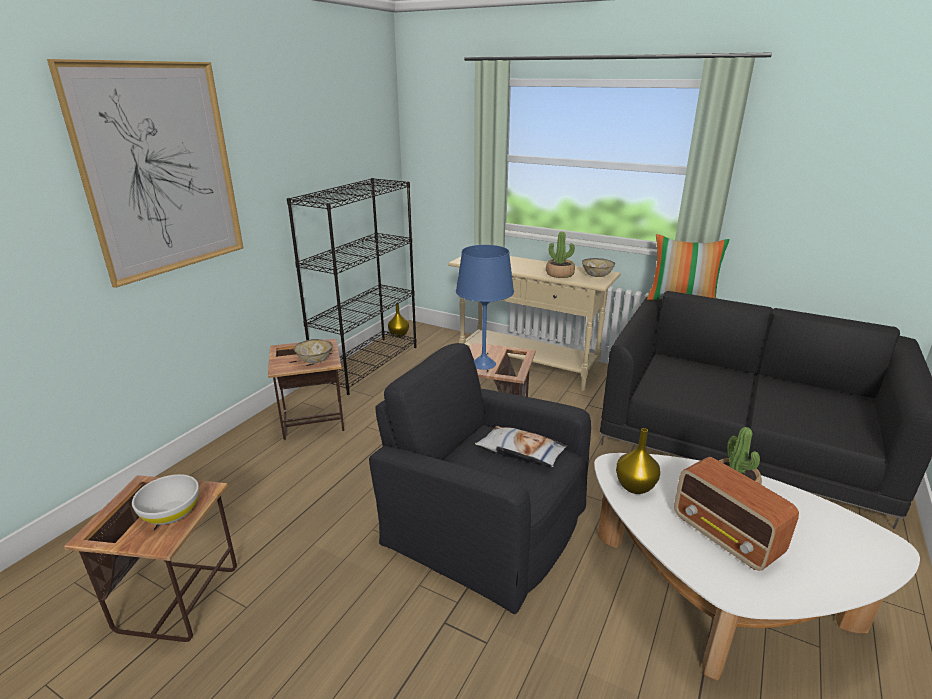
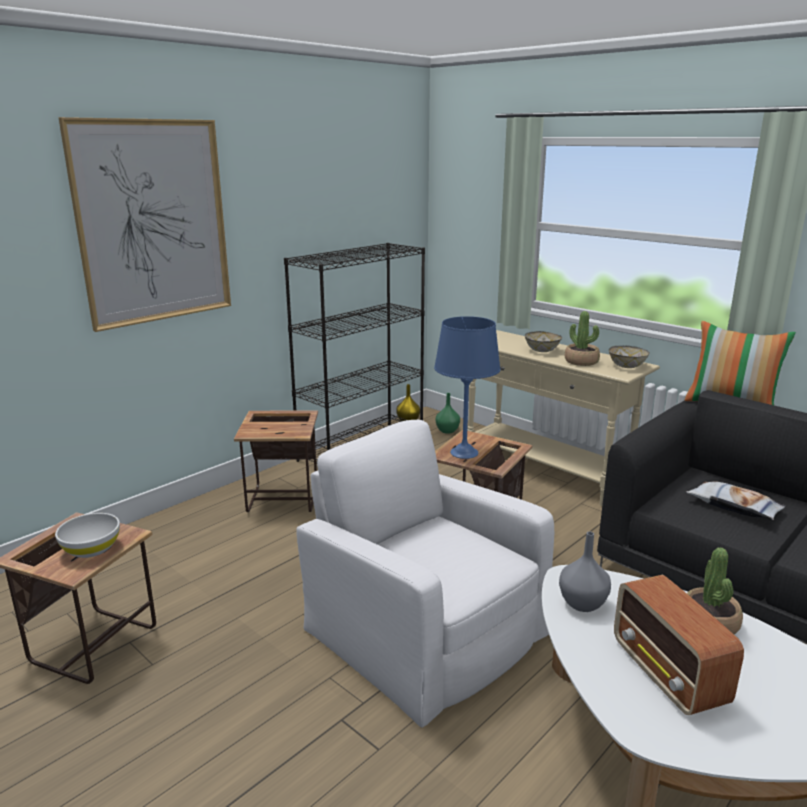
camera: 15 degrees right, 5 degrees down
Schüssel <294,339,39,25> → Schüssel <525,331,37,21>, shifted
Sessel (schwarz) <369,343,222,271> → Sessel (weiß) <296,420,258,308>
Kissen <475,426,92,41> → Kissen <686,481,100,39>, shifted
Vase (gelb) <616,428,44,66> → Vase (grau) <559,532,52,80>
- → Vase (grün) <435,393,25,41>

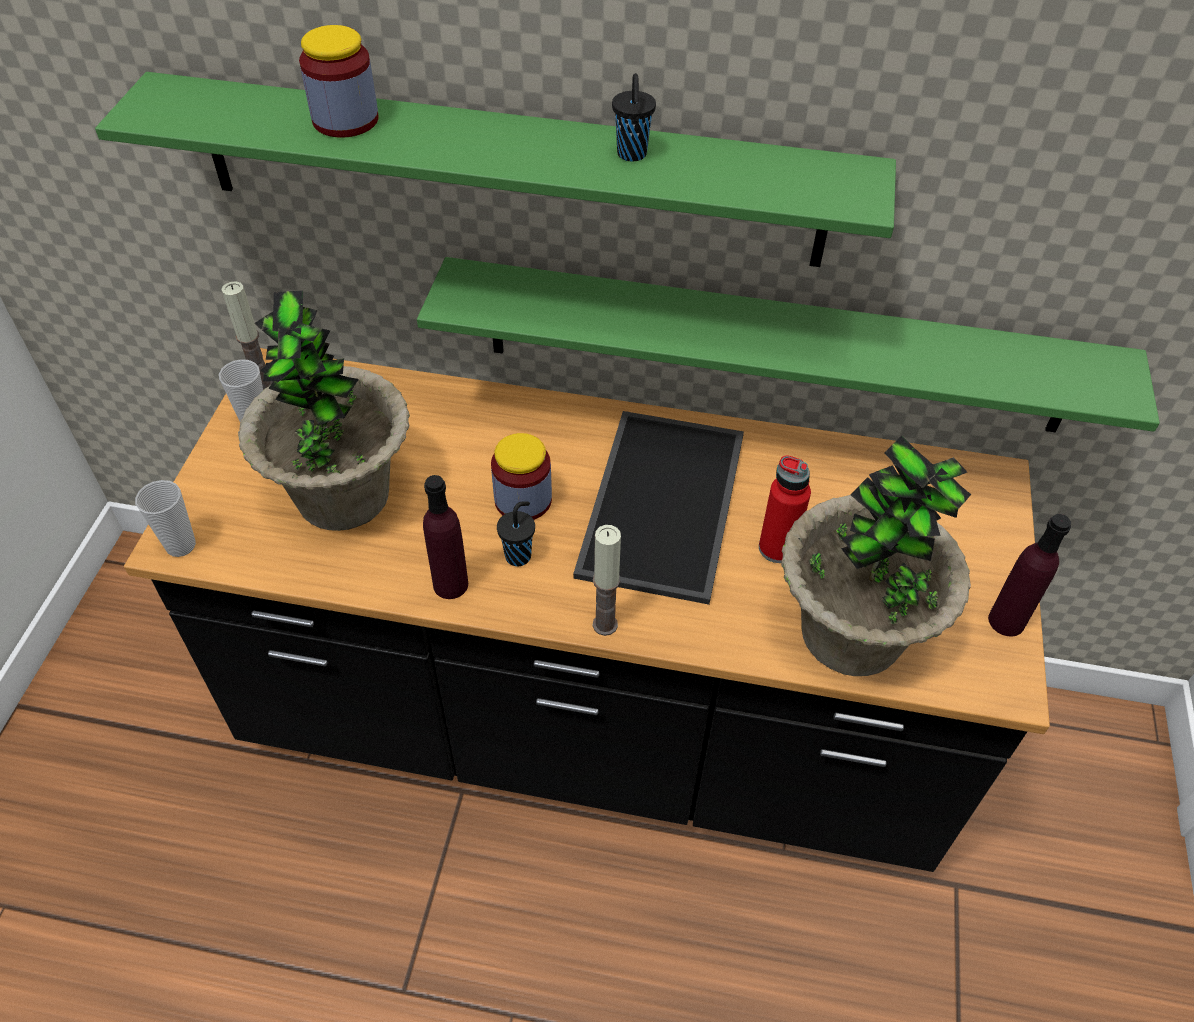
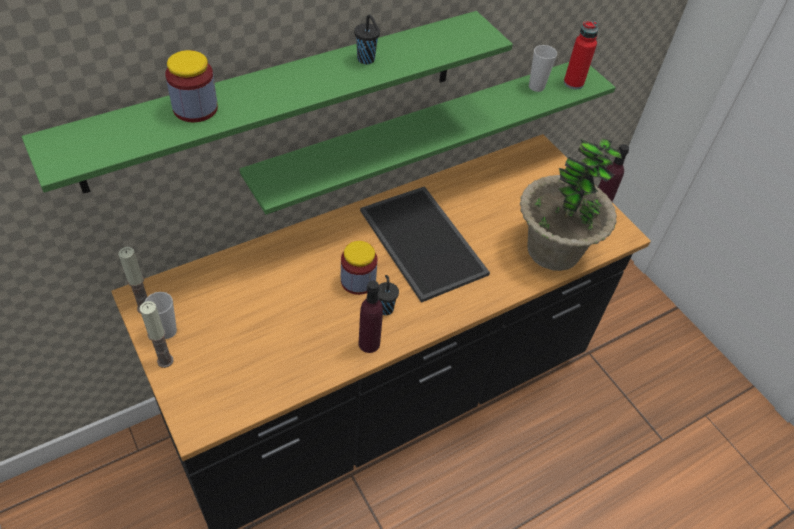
camera: 45 degrees left, 0 degrees up
Tasse <135,480,61,77> → Tasse <529,45,28,47>, shifted
Topfpflanze <238,291,172,240> → -
Kerze <592,525,29,111> → Kerze <139,301,35,67>, shifted
Flasche (rot) <759,456,52,107> → Flasche (rot) <564,21,34,68>, shifted

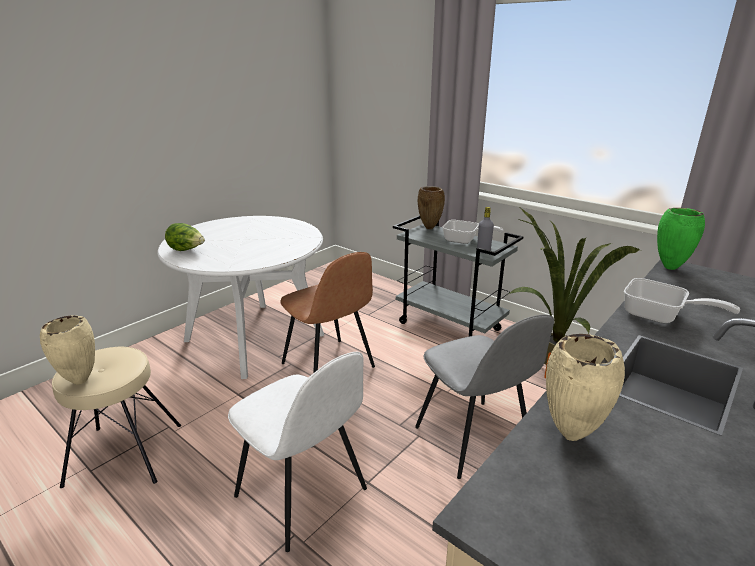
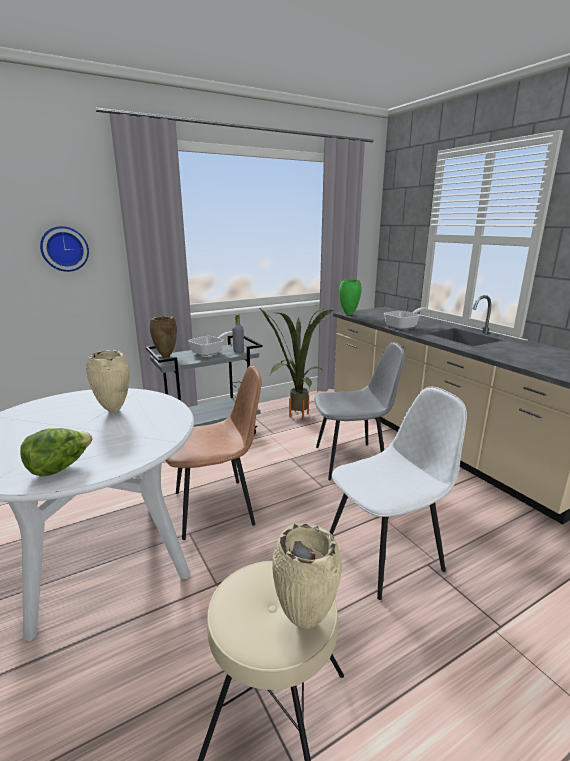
camera: 70 degrees left, 5 degrees down
Vase (beige) <546,334,79,107> → Vase (beige) <86,350,44,63>, shifted
- → Wanduhr <40,226,49,46>

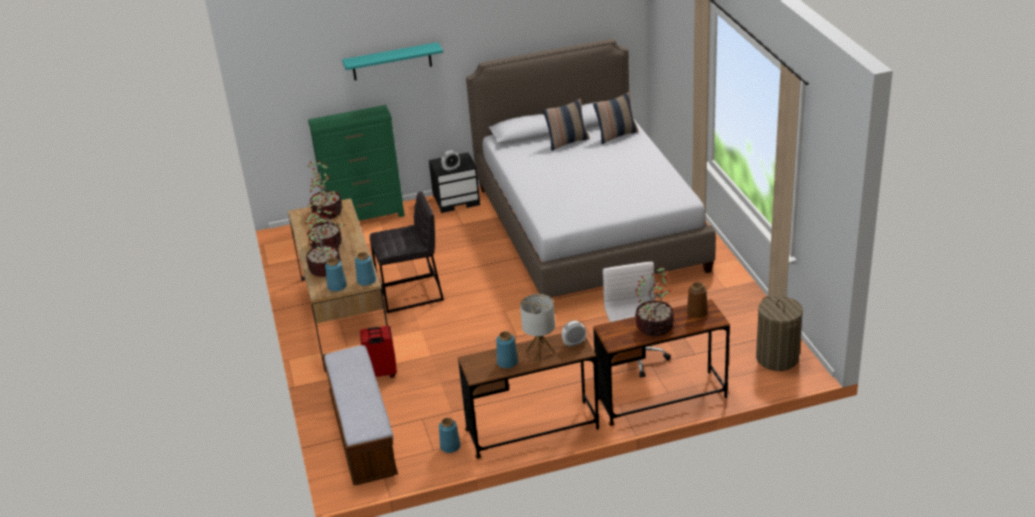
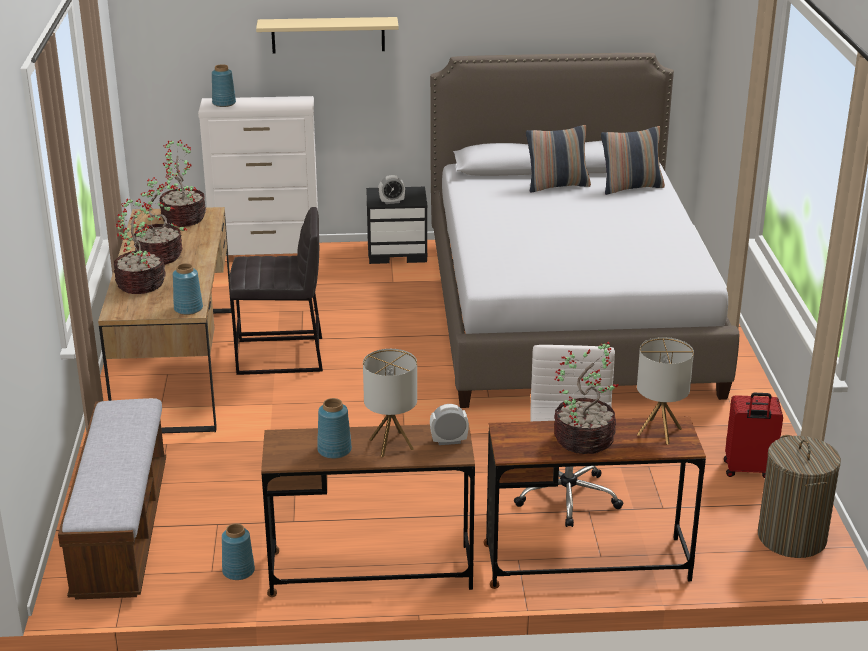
camera: 10 degrees right, 5 degrees down
Kommode (grün) <308,105,97,116> → Kommode (weiß) <198,96,120,159>
Vase (blau) <325,258,22,34> → Vase (blau) <212,64,24,43>, shifted
Wandregal (türkis) <342,42,101,38> → Wandregal (beige) <256,17,143,36>
Koffer (rot) <360,326,37,52> → Koffer (rot) <724,393,59,85>, shifted
Vase (braun) <687,282,21,36> → Tischlampe <637,337,57,108>

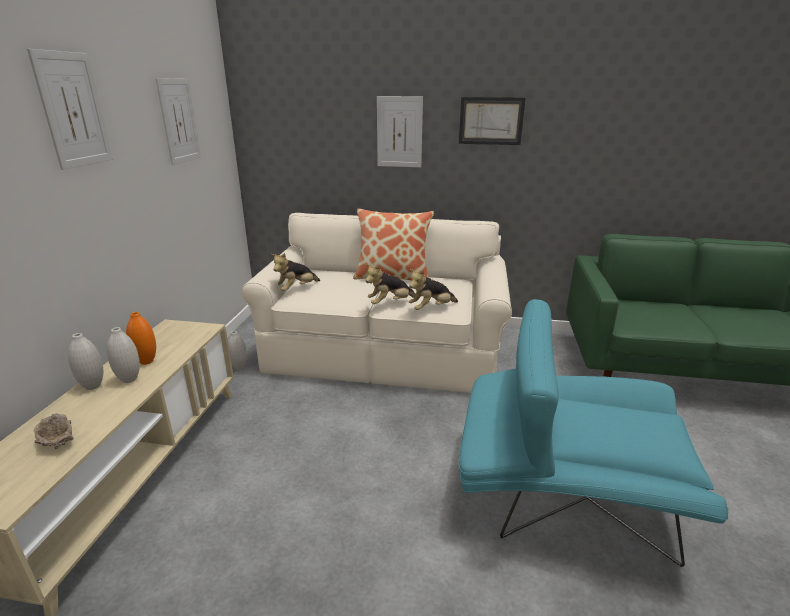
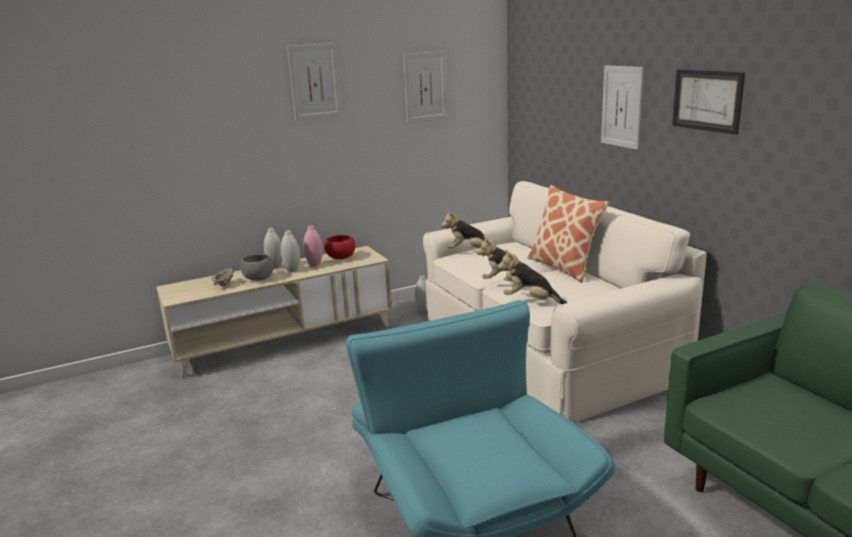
camera: 55 degrees right, 5 degrees down
Vase (orange) <126,312,30,53> → Vase (rosa) <303,226,20,41>
- → Schüssel (grau) <240,254,34,27>
- → Schüssel (rot) <324,235,31,24>

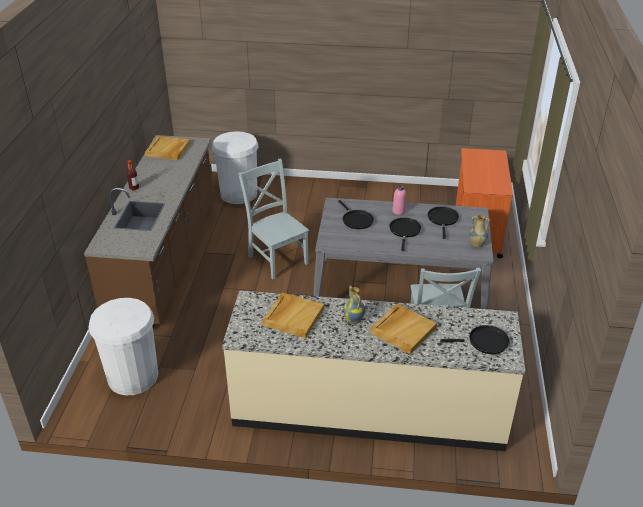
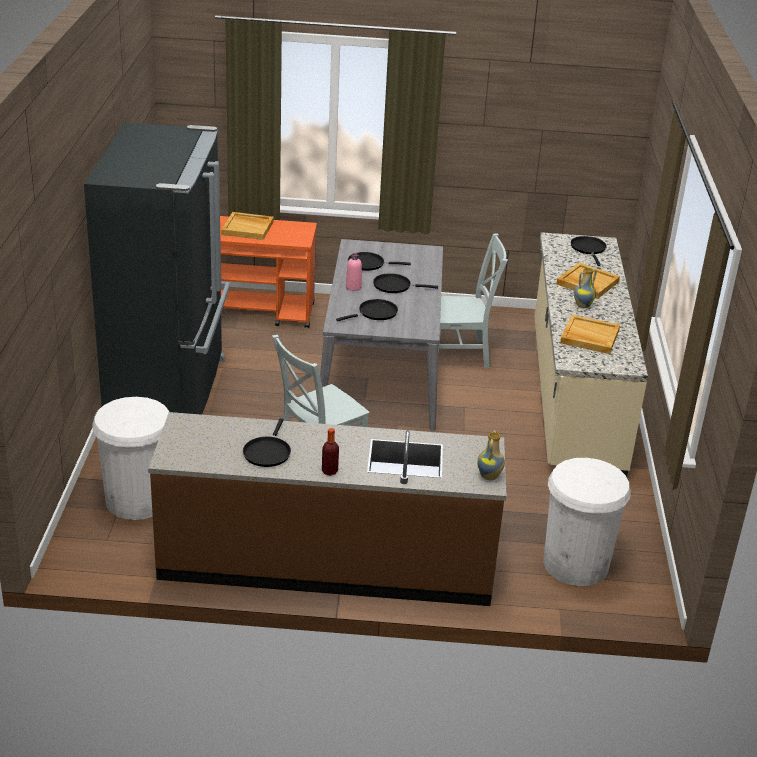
camera: 95 degrees left, 5 degrees down
Tablett (beige) <145,136,45,24> → Tablett (beige) <221,212,53,28>, shifted
Vase <469,215,21,32> → Vase <477,430,28,50>, shifted
- → Kühlschrank (schwarz) <84,122,146,293>
- → Pfanne (schwarz) <243,418,48,49>

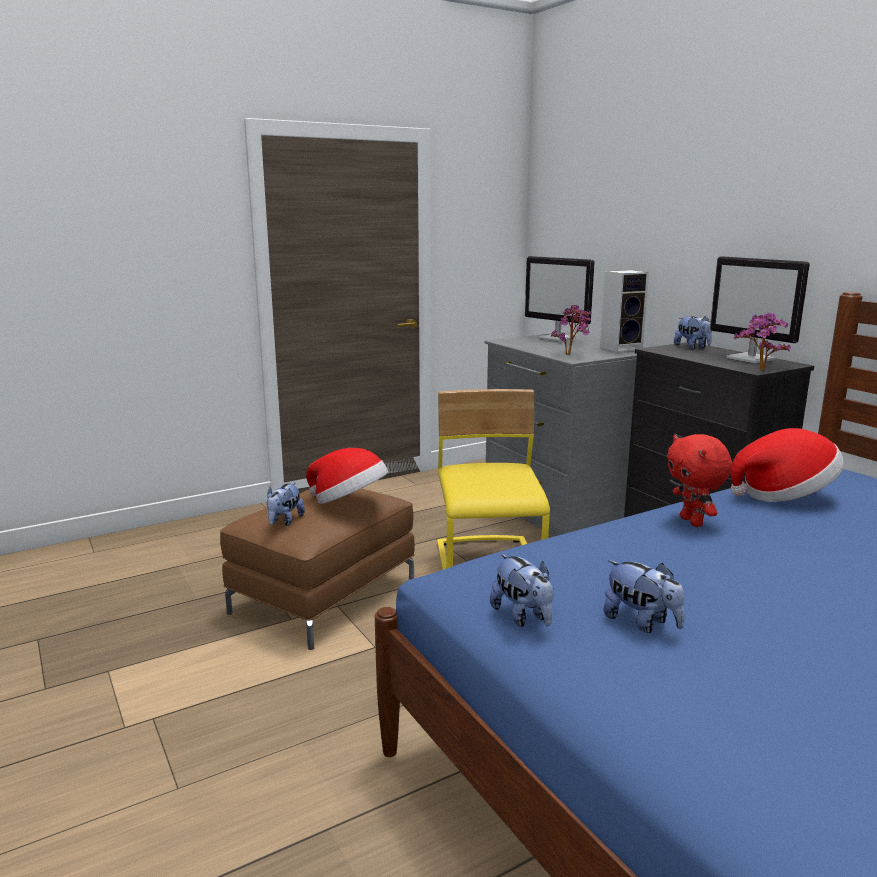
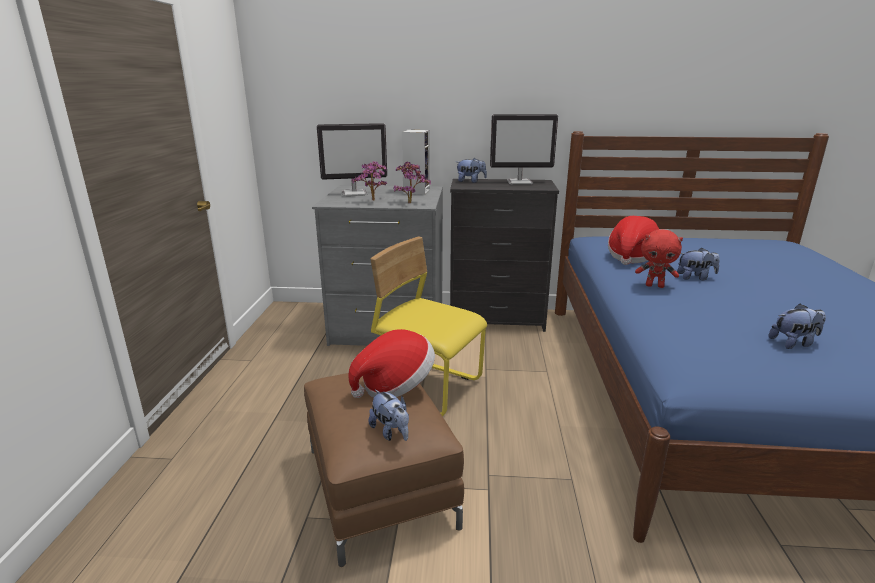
camera: 55 degrees left, 5 degrees up
Plüschtier <490,554,63,73> → Plüschtier <677,248,43,32>, shifted
Topfpflanze <734,313,57,57> → Topfpflanze <352,161,35,40>, shifted

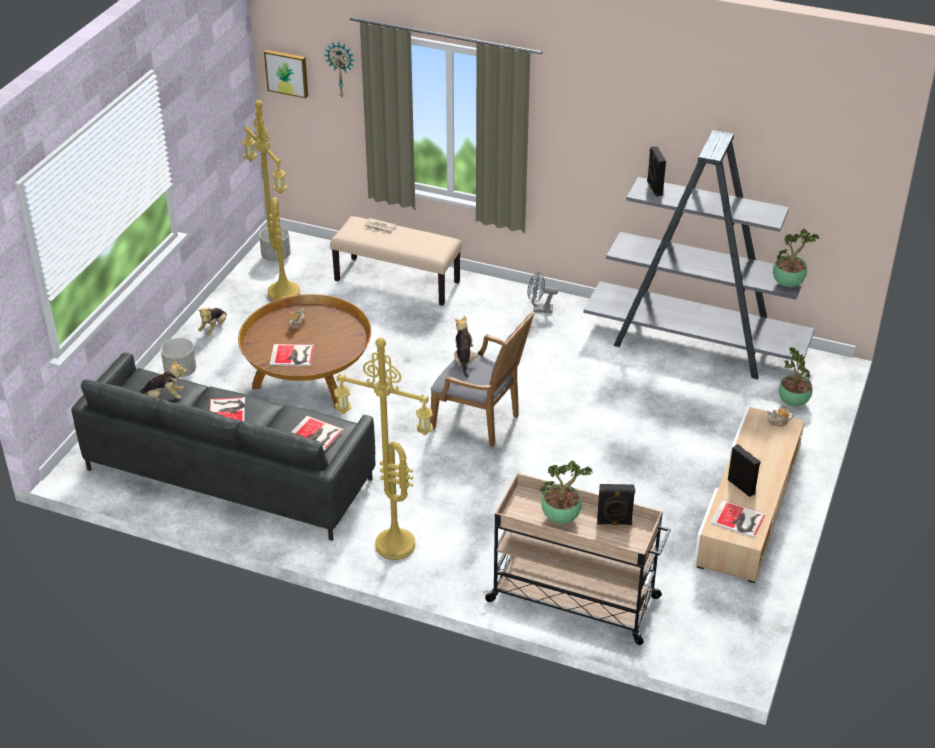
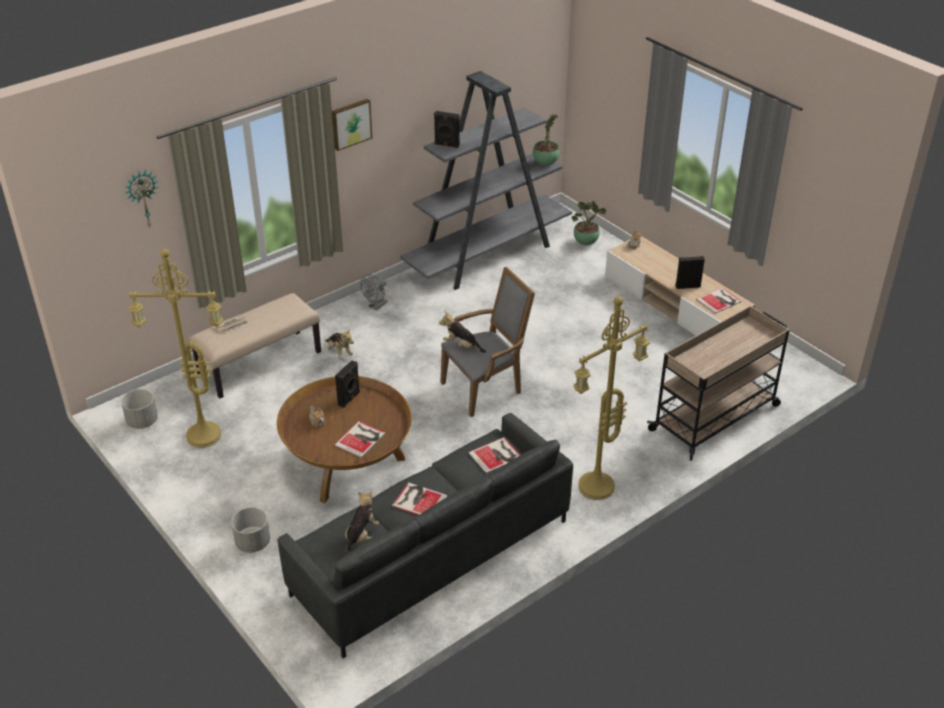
camera: 60 degrees left, 0 degrees up
Plüschtier <198,308,29,27> → Plüschtier <325,329,29,30>, shifted
Bild <264,50,44,48> → Bild <332,99,40,52>, shifted
Topfpflanze <540,461,53,63> → -
Lautsprecher (schwarz) <597,484,38,41> → Lautsprecher (schwarz) <335,360,25,48>, shifted

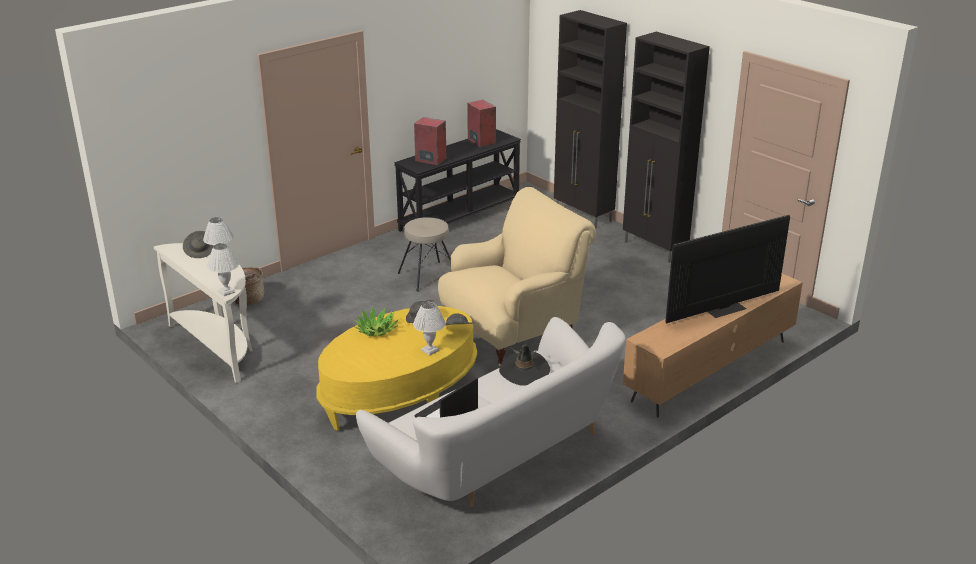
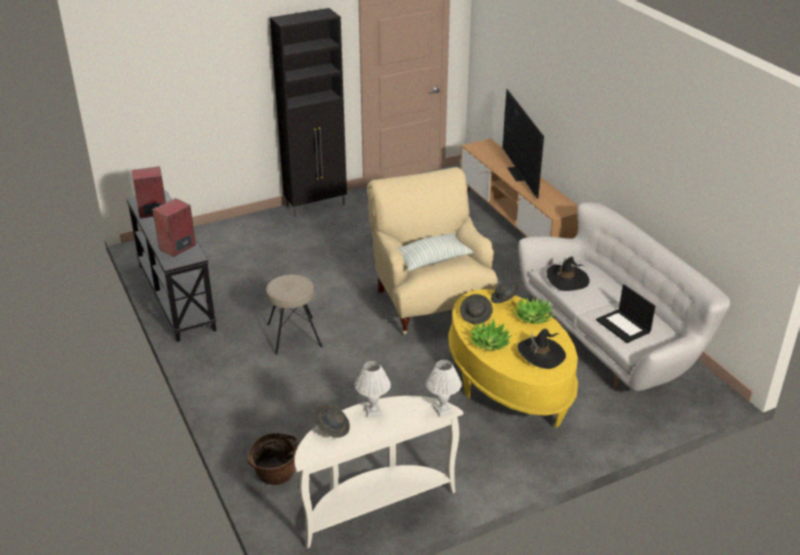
camera: 75 degrees left, 5 degrees up
Tischlampe (weiß) <413,301,33,55> → Topfpflanze <513,297,43,27>
Schrank (schwarz) <554,10,73,218> → -
- → Kissen <398,233,76,38>
- → Hut (schwarz) <517,329,49,40>

